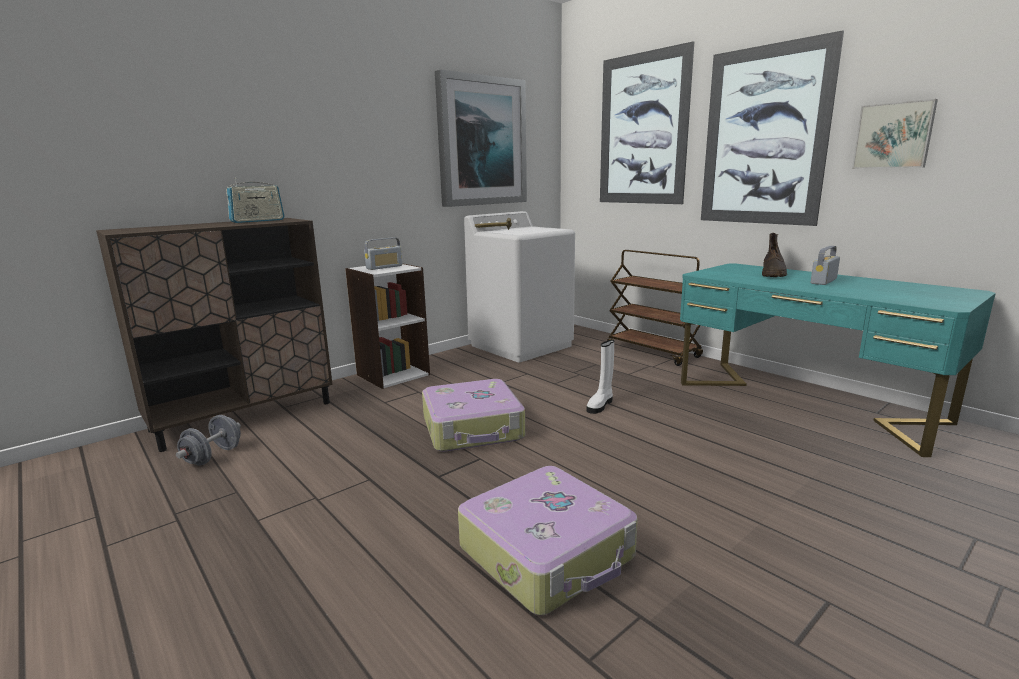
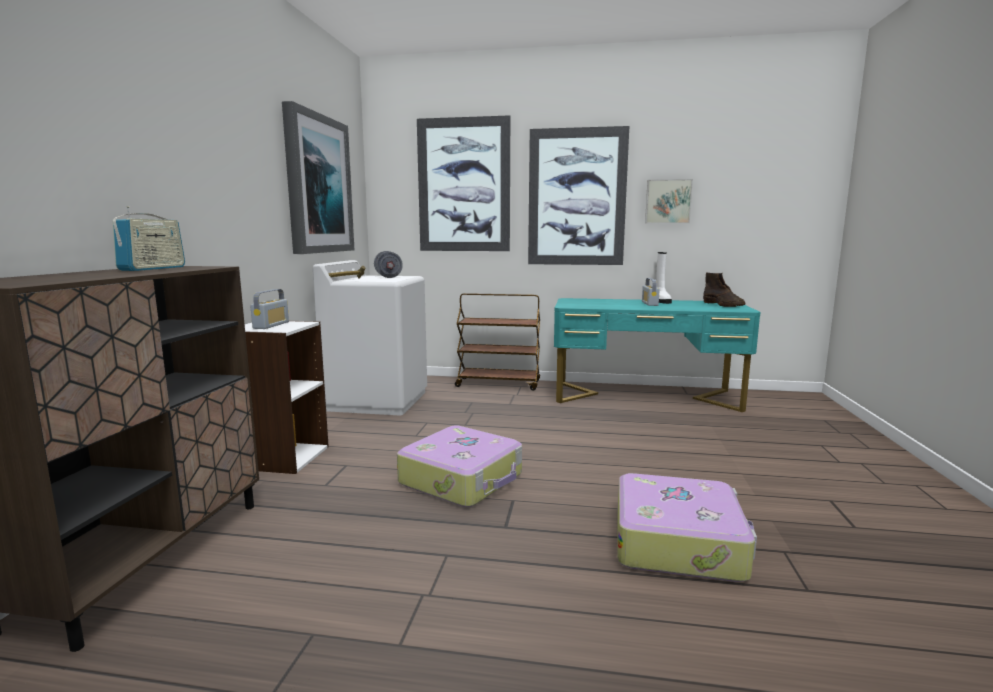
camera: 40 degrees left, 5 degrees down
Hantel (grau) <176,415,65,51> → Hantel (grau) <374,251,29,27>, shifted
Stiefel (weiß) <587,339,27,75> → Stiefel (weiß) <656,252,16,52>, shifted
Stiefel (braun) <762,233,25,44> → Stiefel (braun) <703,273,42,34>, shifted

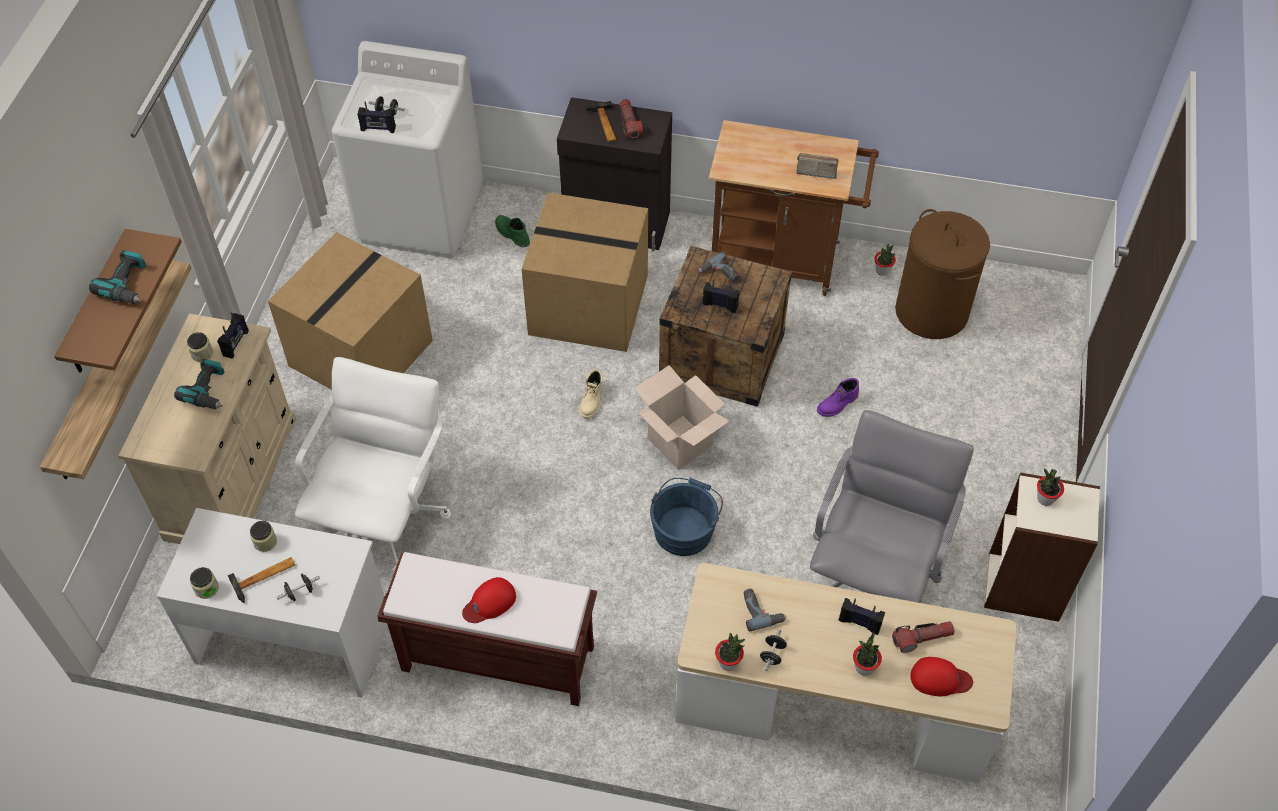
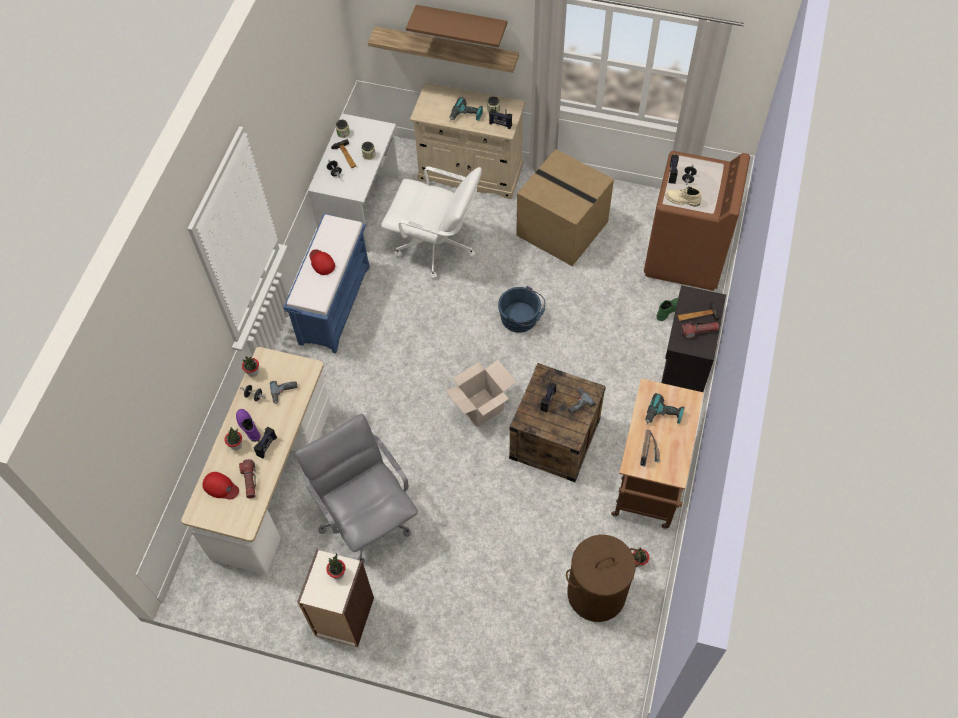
camera: 95 degrees right, 5 degrees up
Bohrmaschine <89,250,57,54> → Bohrmaschine <645,393,40,31>, shifted
Waschmaschine (weiß) <332,41,151,217> → Waschmaschine (braun) <644,151,106,140>
Bank (braun) <377,552,220,154> → Bank (blau) <283,213,87,140>
Karton <521,193,127,159> → -
Stiefel (beige) <579,369,24,49> → Stiefel (beige) <665,186,37,20>, shifted
Eimer (blau) <650,478,73,78> → Eimer (blau) <498,286,47,47>, shifted
Bürostuhl (grau) <810,410,164,193> → Bürostuhl (grau) <295,414,123,150>, 150 degrees counterclockwise
Stiefel (lila) <817,378,42,39> → Stiefel (lila) <236,409,25,33>, shifted
Kappe (rot) <910,657,63,39> → Kappe (rot) <202,472,37,27>, 75 degrees counterclockwise

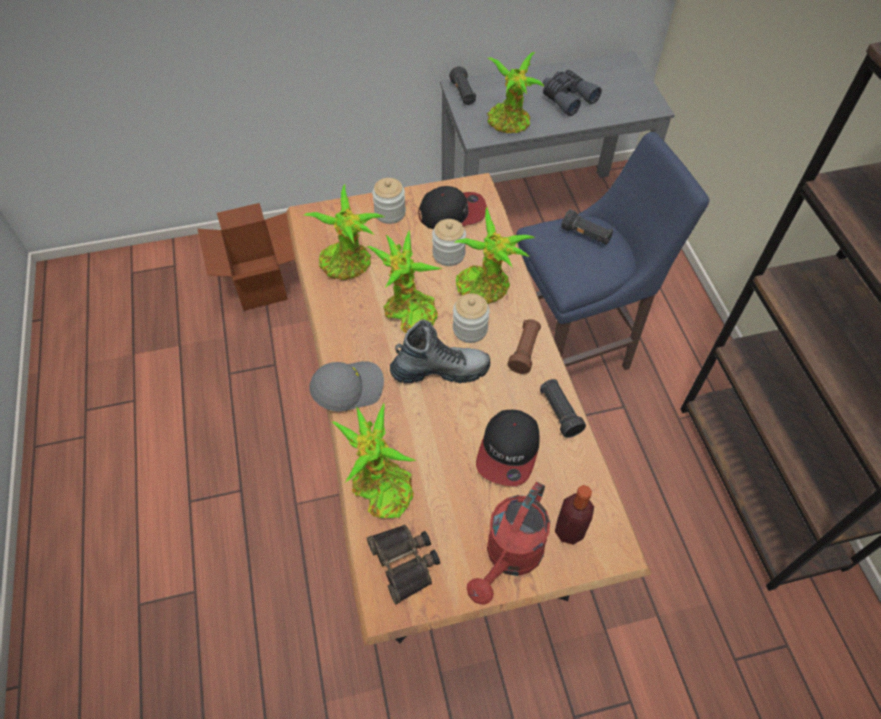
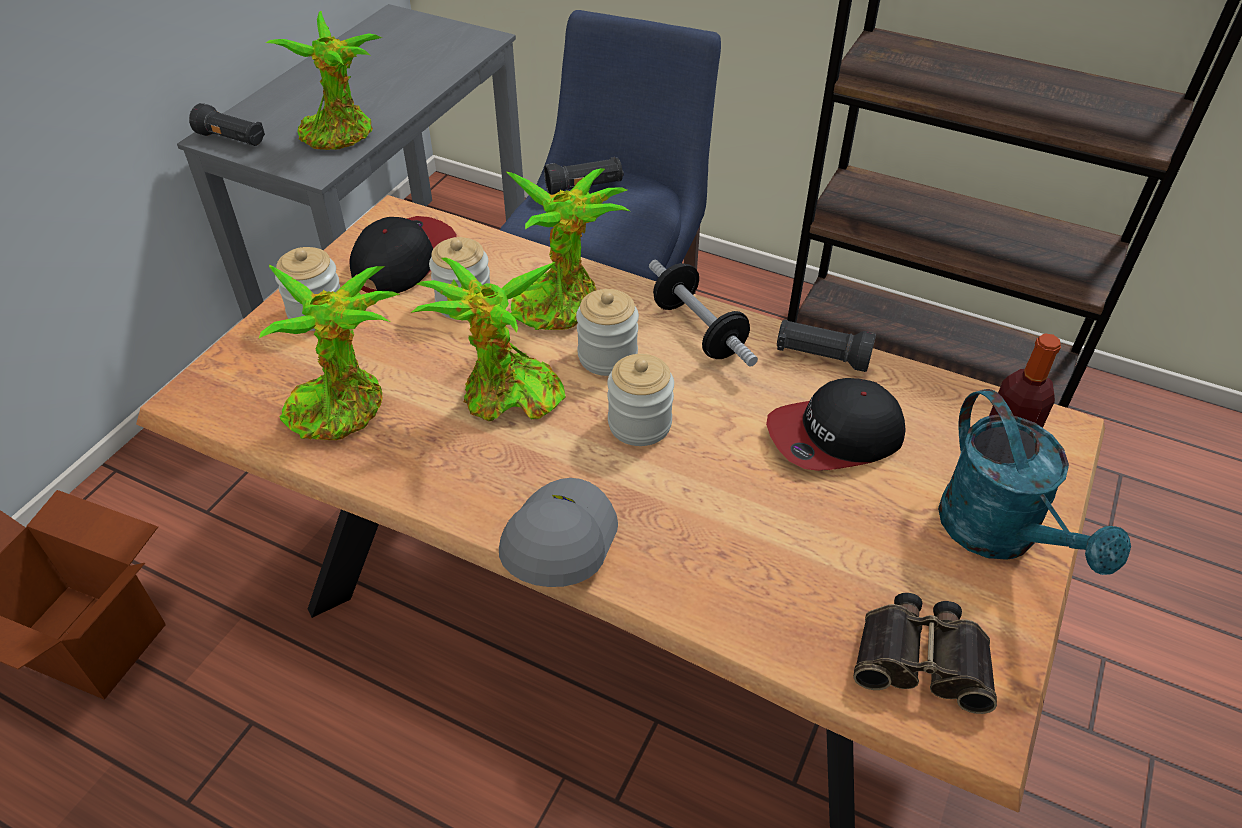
camera: 50 degrees left, 10 degrees down
Topfpflanze <332,403,85,115> → -
Stiefel <390,320,100,63> → Vorratsglas <607,354,67,92>
Gießkanne (rot) <467,482,83,123> → Gießkanne (türkis) <938,389,193,186>
Kappe <476,410,64,76> → Kappe <766,378,139,93>, 105 degrees clockwise
Taschenlampe (braun) <507,319,34,55> → Hantel <649,260,109,107>
Fernglas (grau) <543,70,59,46> → -

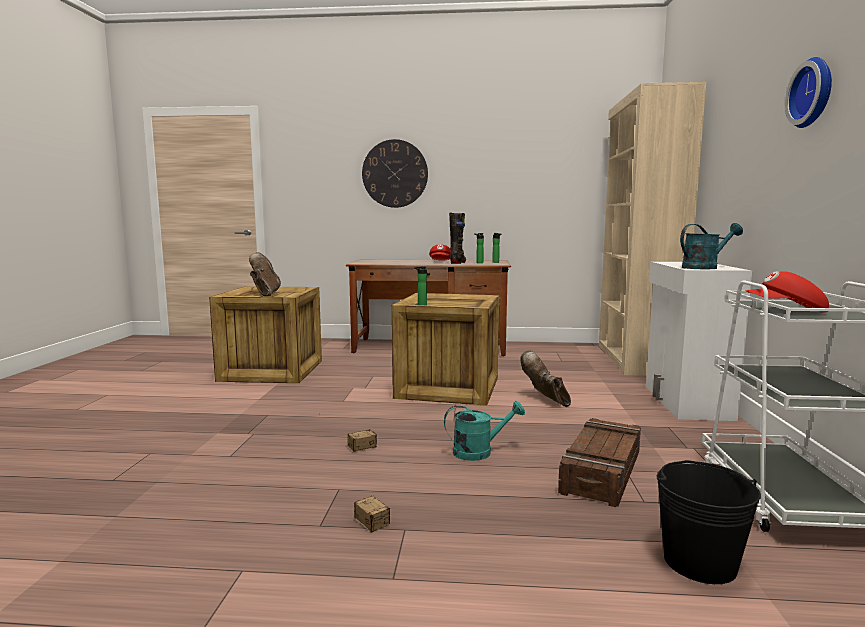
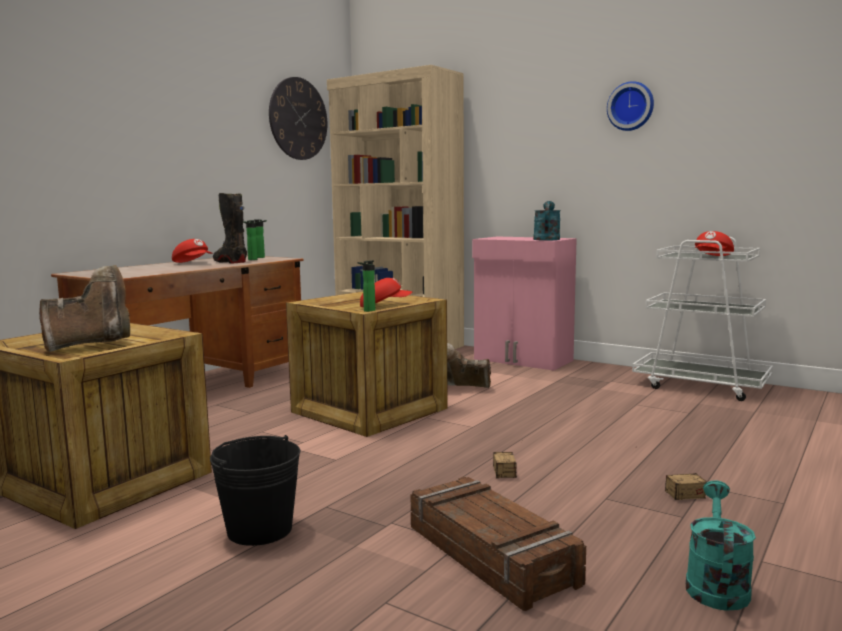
camera: 60 degrees left, 0 degrees up
Stiefel (braun) <249,252,32,45> → Stiefel (braun) <39,265,91,87>, 120 degrees clockwise
Wanduhr <362,139,66,69> → Wanduhr <269,77,58,83>, shifted
Gießkanne (türkis) <444,401,81,60> → Gießkanne (türkis) <686,481,70,130>, shifted
Kiste <558,418,83,89> → Kiste <411,477,175,134>, shifted
Schrank (weiß) <646,262,106,159> → Schrank (rosa) <472,237,105,133>
Eimer (schwarz) <657,460,104,124> → Eimer (schwarz) <210,435,90,111>, shifted
- → Kappe (rot) <360,278,52,29>

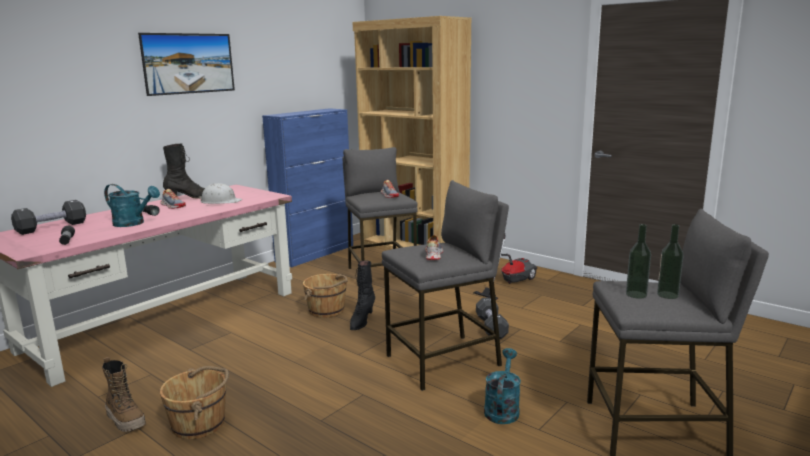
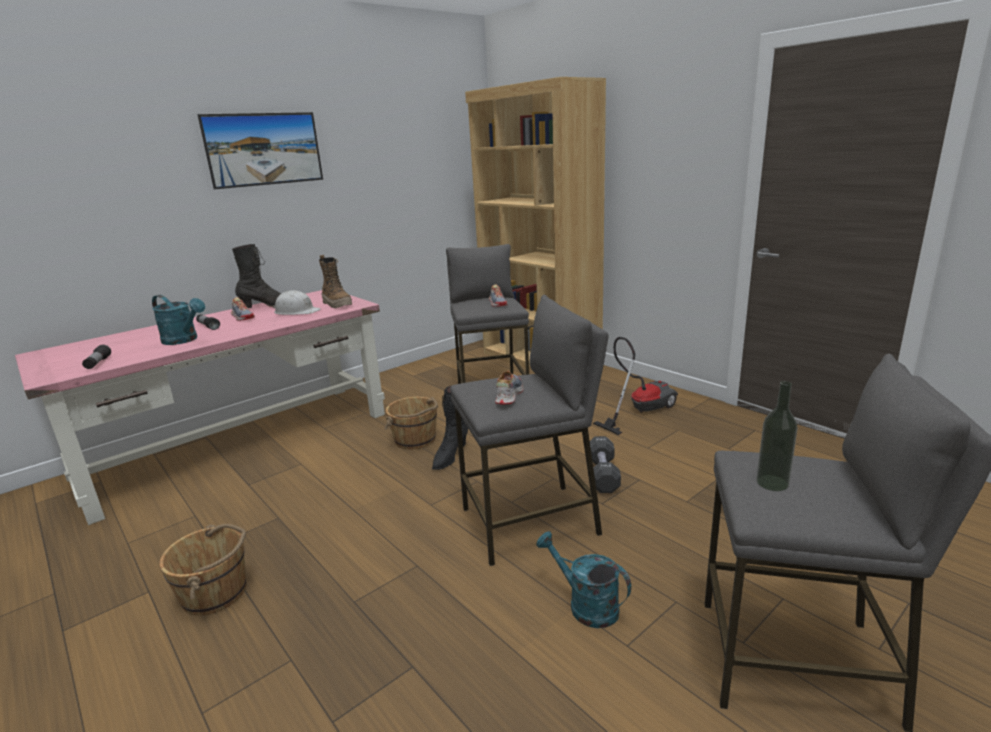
camera: 10 degrees right, 5 degrees up
Hantel (schwarz) <11,200,75,35> → -
Stiefel <102,357,44,75> → Stiefel <319,255,33,53>, shifted
Schrank (blau) <262,108,91,159> → -
Gießkanne (türkis) <484,348,37,76> → Gießkanne (türkis) <536,531,95,97>, 75 degrees counterclockwise
Flasche <657,224,27,75> → -

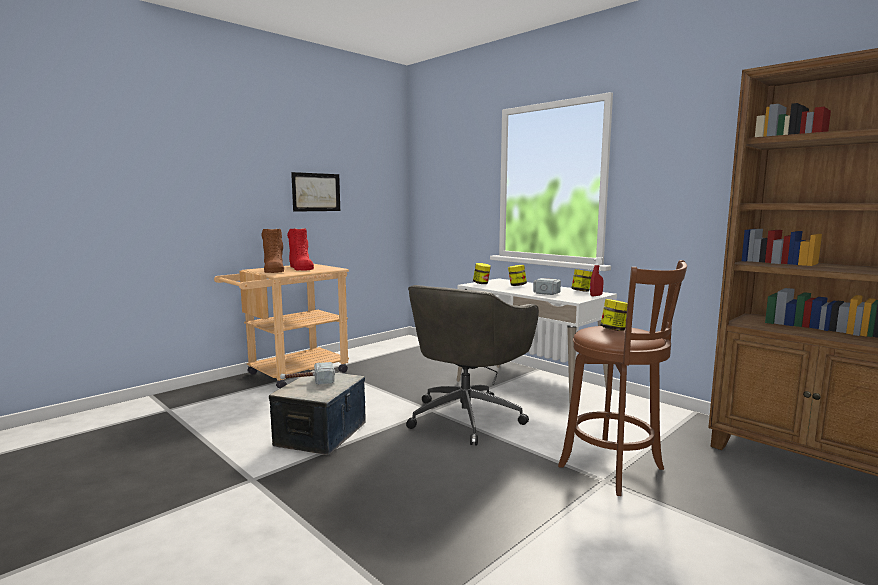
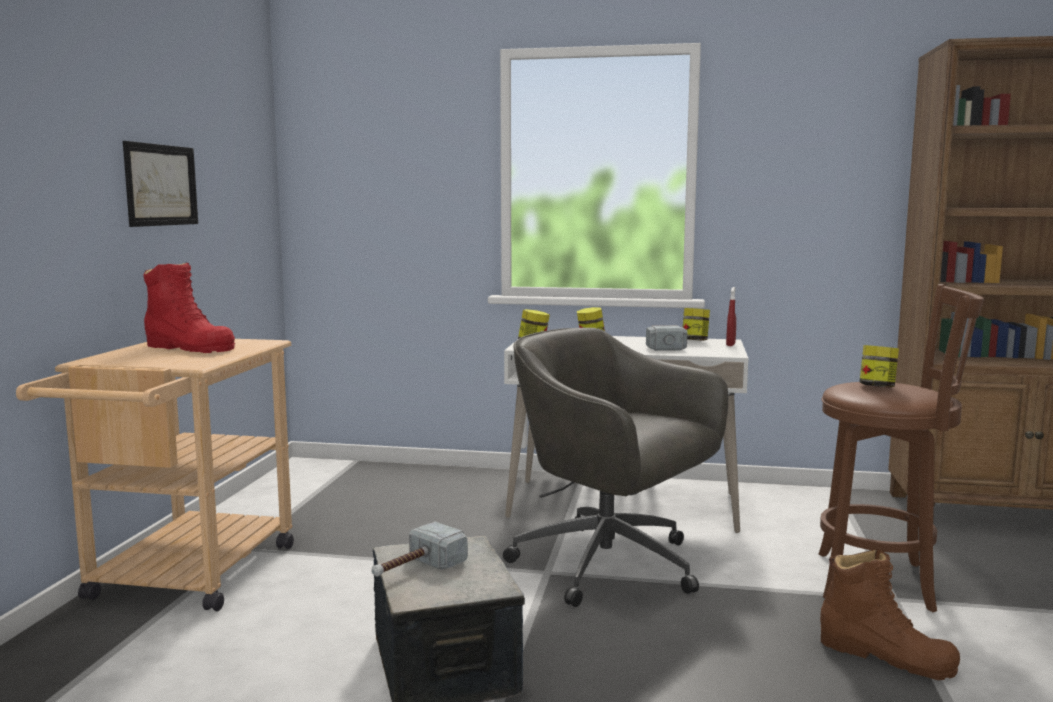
camera: 35 degrees left, 0 degrees up
Stiefel (braun) <262,229,22,44> → Stiefel (braun) <820,549,140,131>, shifted
Bürostuhl (grau) <406,285,133,161> → Bürostuhl (grau) <503,328,225,279>, 135 degrees clockwise

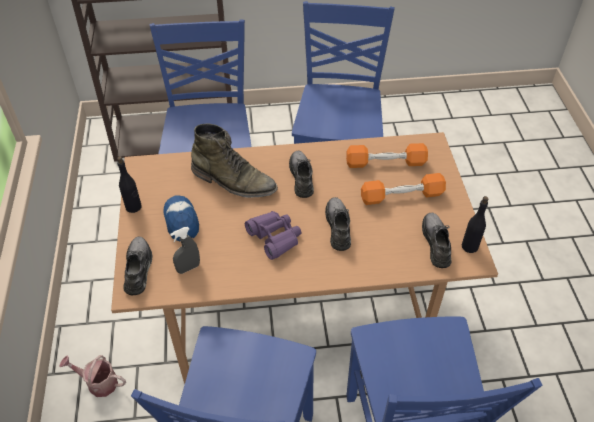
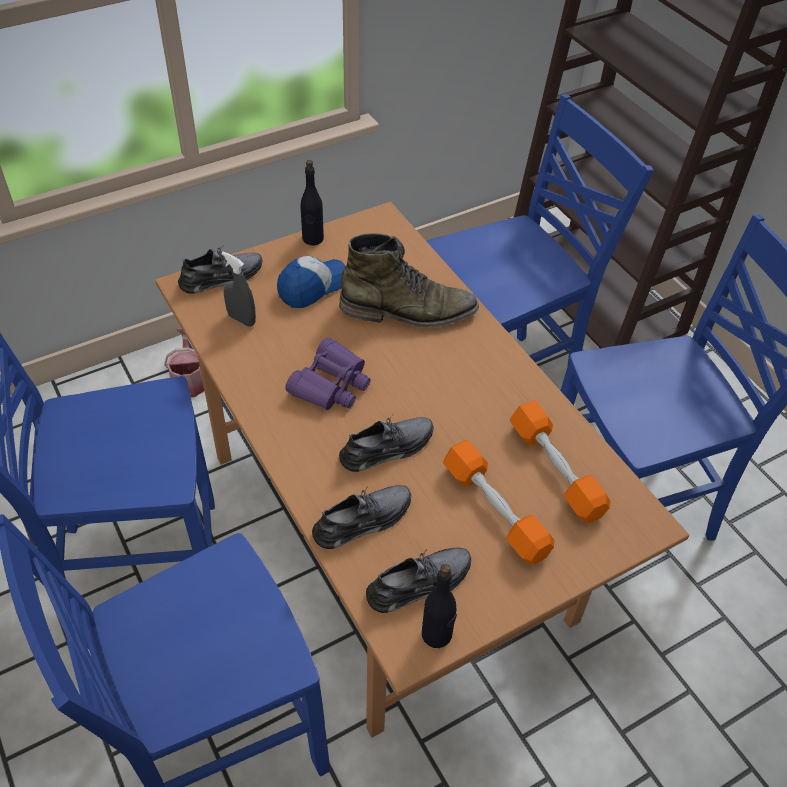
camera: 65 degrees right, 0 degrees up
Stiefel (grün) <191,124,87,74> → Stiefel (grün) <339,233,140,94>, 90 degrees counterclockwise
Schuh (grau) <289,151,25,47> → Schuh (grau) <312,485,99,64>, shifted

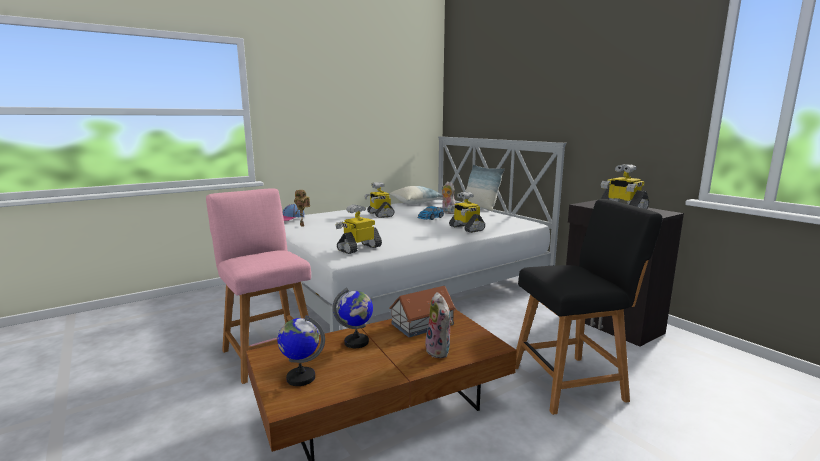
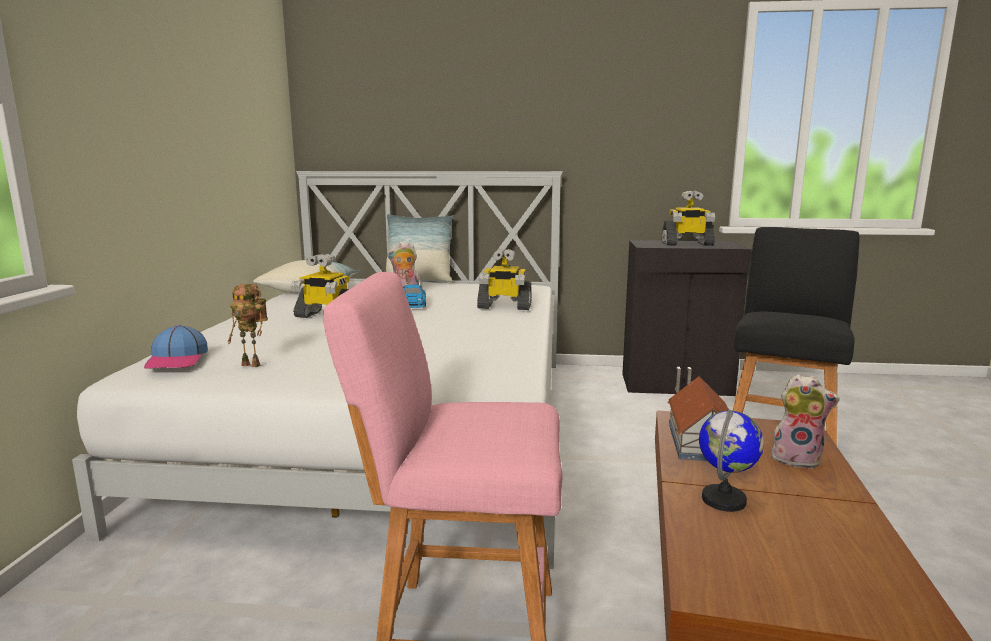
camera: 50 degrees left, 0 degrees up
Globus <278,315,47,71> → -
Spielzeugroboter <336,204,46,50> → -

